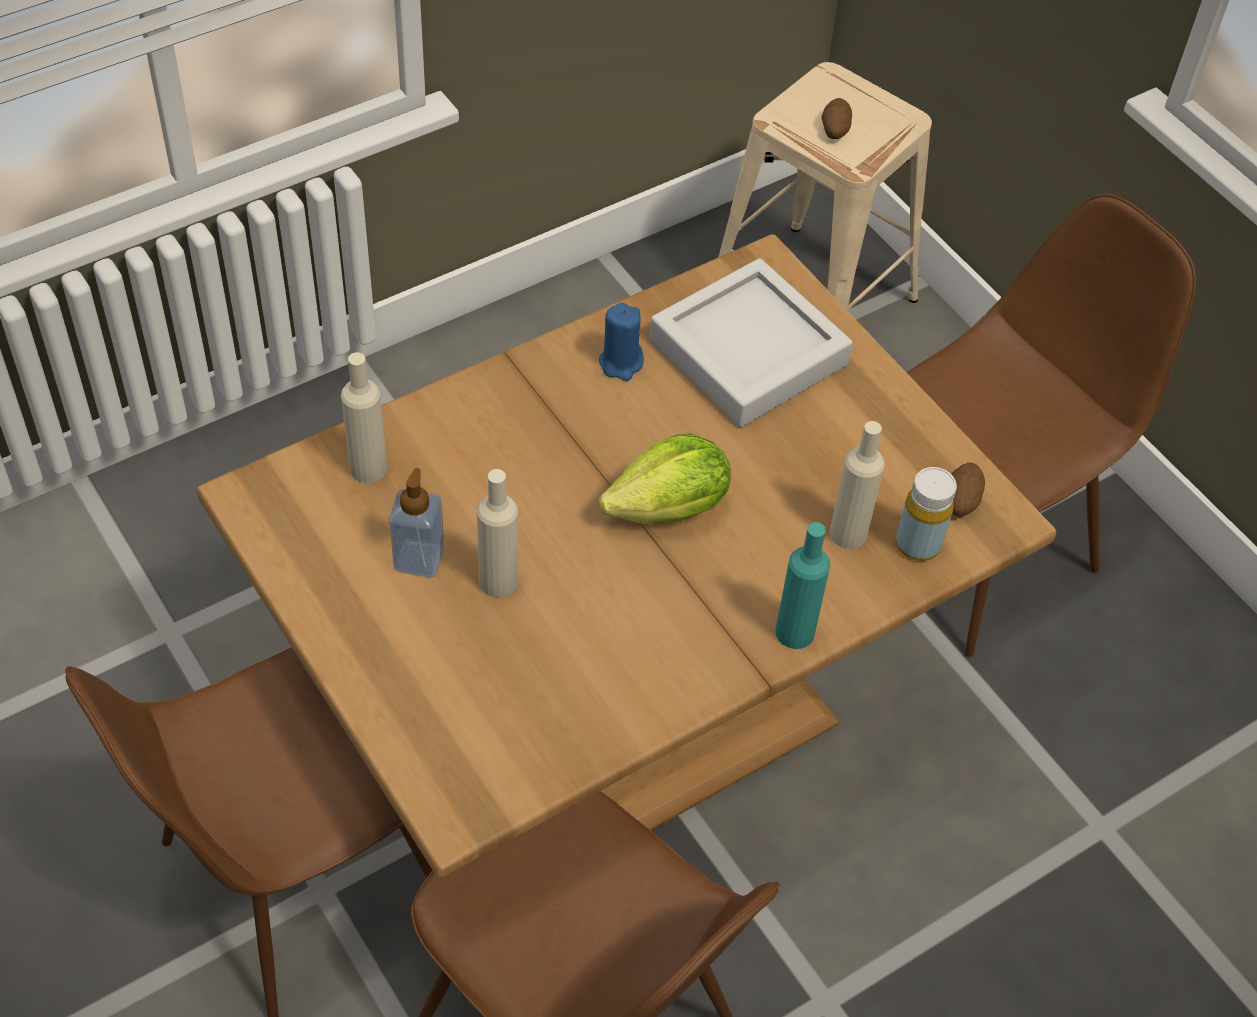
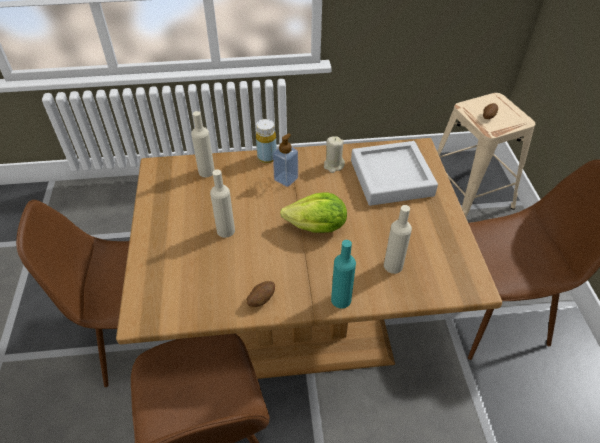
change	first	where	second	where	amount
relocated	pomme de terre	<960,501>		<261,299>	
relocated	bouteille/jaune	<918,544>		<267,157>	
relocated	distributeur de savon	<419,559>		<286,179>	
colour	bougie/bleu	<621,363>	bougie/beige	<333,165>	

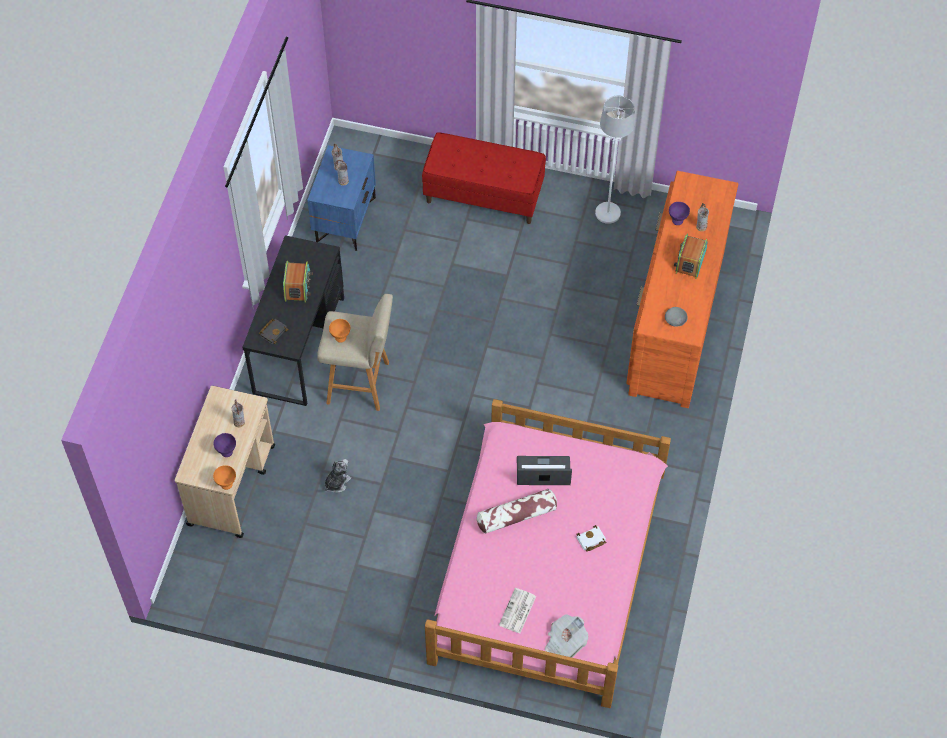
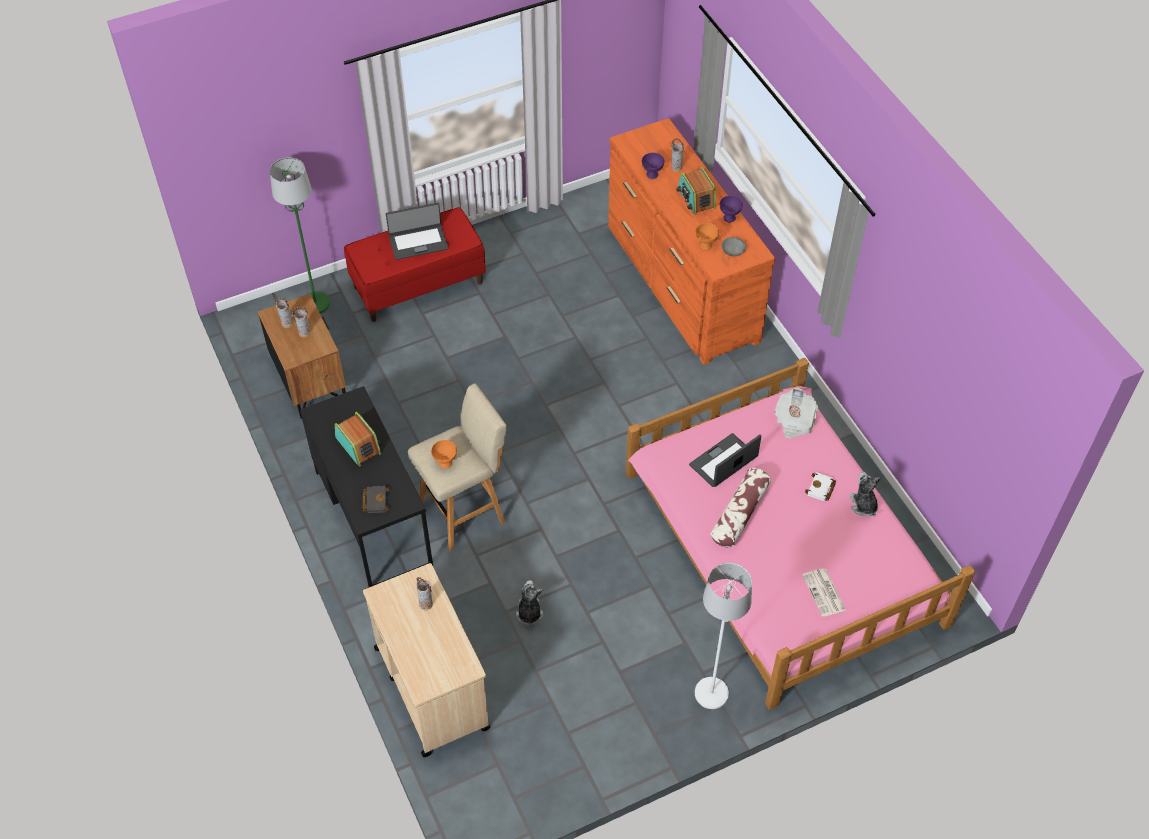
change	first	where	second	where	amount
colour	table de chevet/bleu	<345,219>	table de chevet/marron	<309,382>	
appeared			lampadaire/vert	<316,303>	
appeared			ordinateur portable	<418,242>	
relocated	lampadaire/blanc	<607,213>		<711,694>	
relocated	bol/orange	<226,484>		<705,245>	
relocated	bol/violet	<226,452>		<729,218>	
relocated	journal	<565,642>		<794,421>	
appeared			peluche	<863,505>	

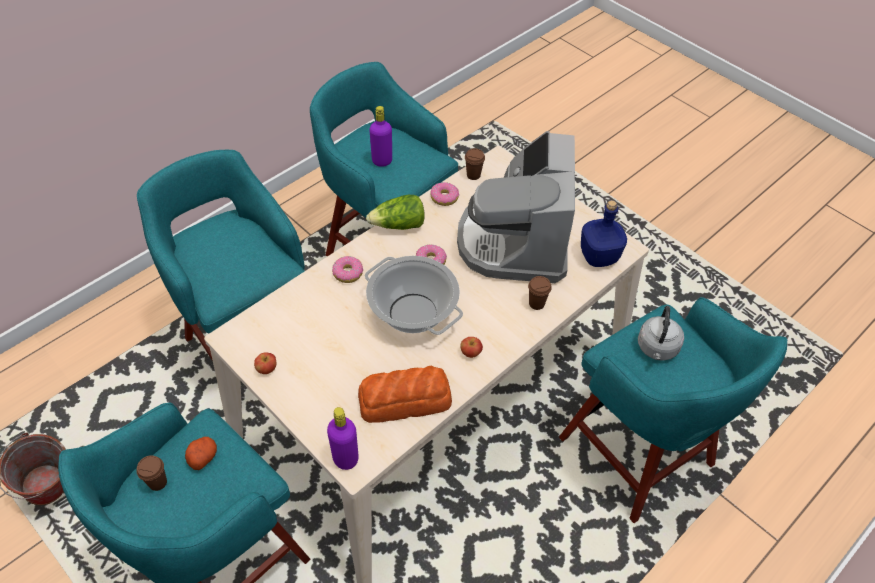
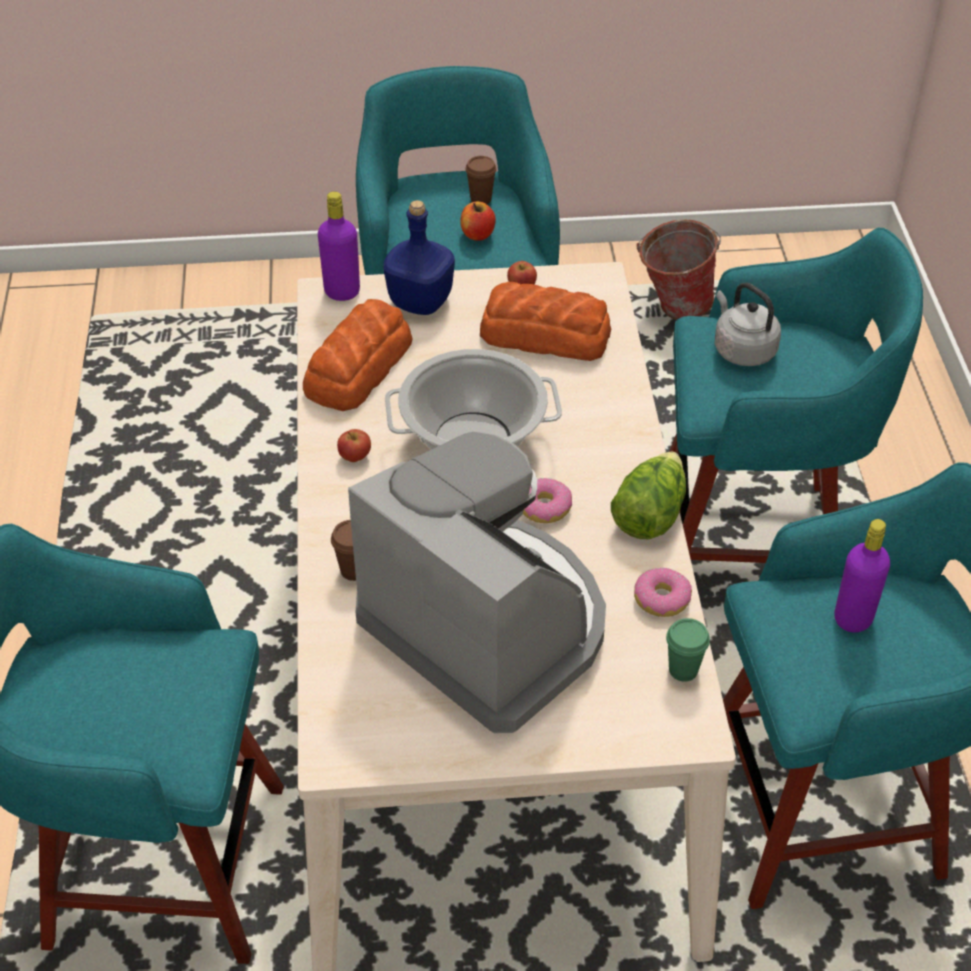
change	first	where	second	where	amount
relocated	bouteille/bleu	<598,256>		<421,302>	
exchanged	pomme de terre	<202,457>	pomme	<478,234>	
appeared			pain	<544,334>	
colour	tasse/marron	<473,175>	tasse/vert	<683,670>	
relocated	bouilloire/gris	<657,349>		<742,349>	
missing	beignet	<348,273>			

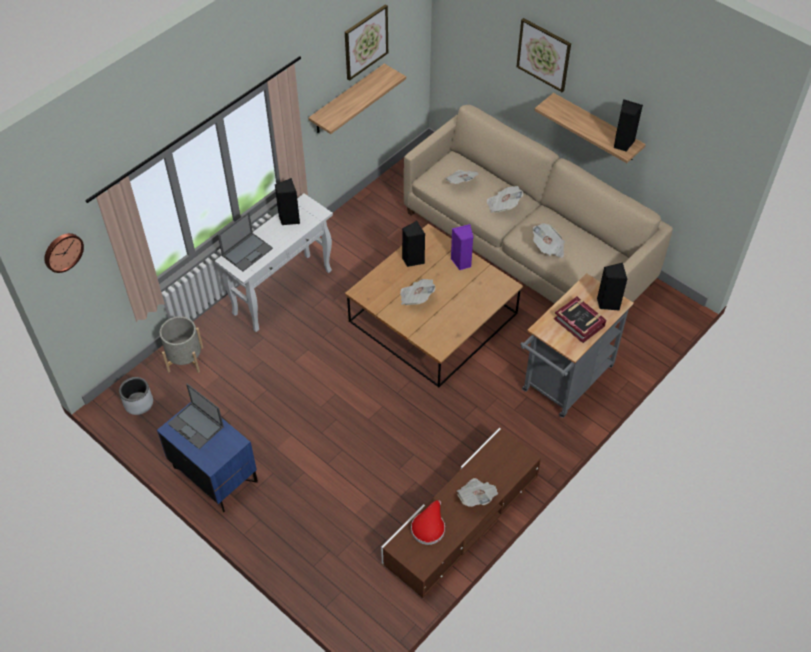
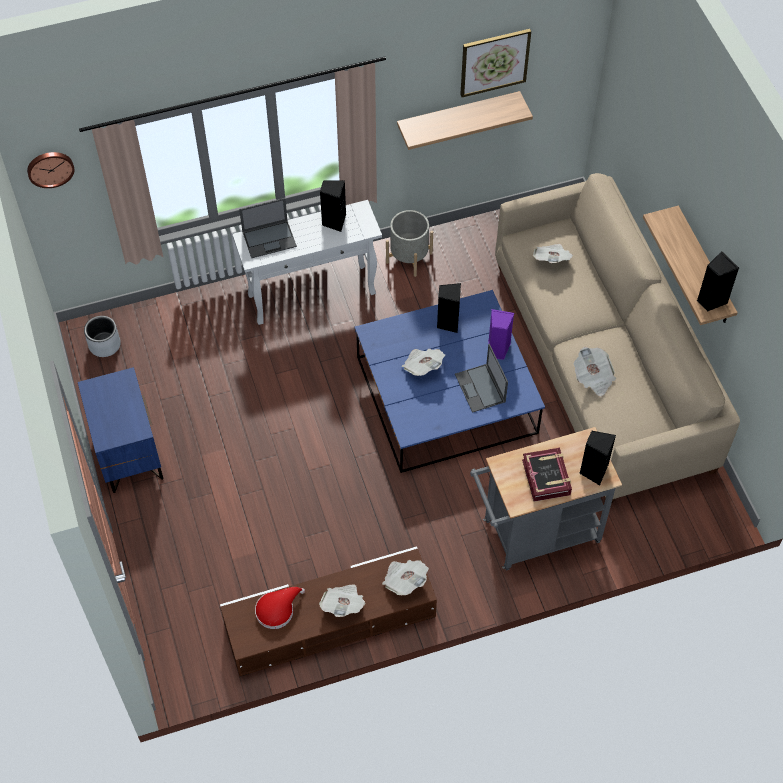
change	first	where	second	where	amount
colour	table basse/marron	<433,317>	table basse/bleu	<446,394>	
relocated	journal	<503,206>		<404,581>	
relocated	cache-pot/gris	<185,359>		<409,258>	
relocated	ordinateur portable	<196,425>		<480,388>	
missing	tableau	<544,54>			

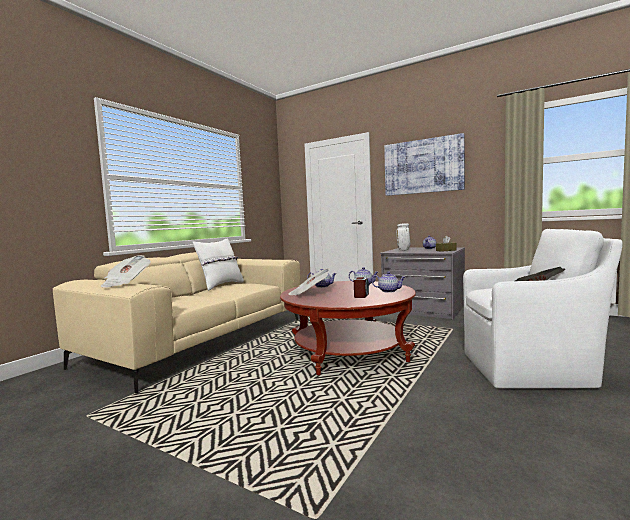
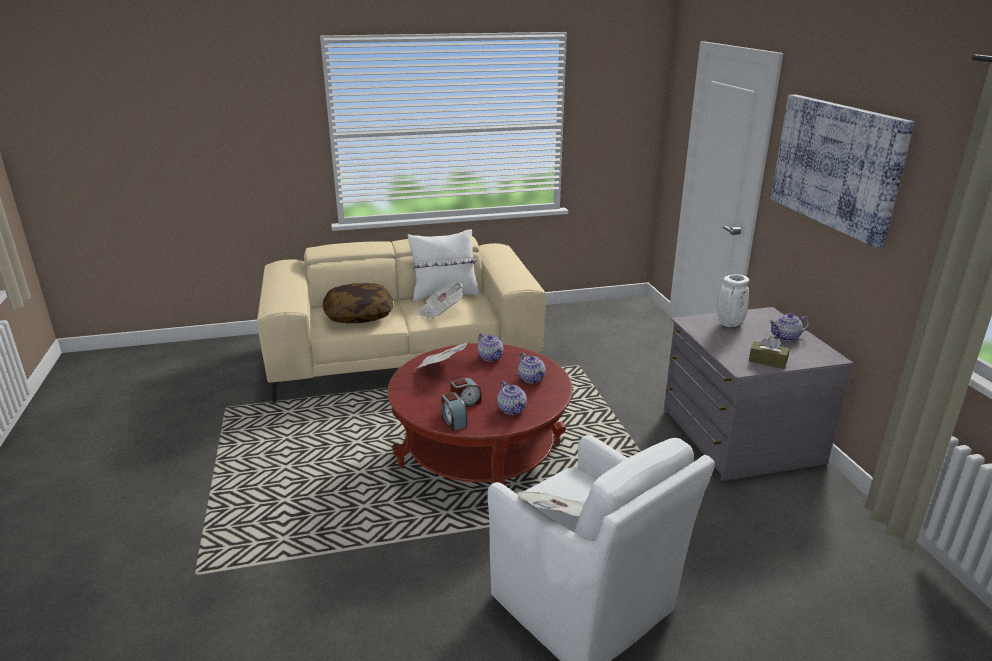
change	first	where	second	where	amount
appeared			coussin	<359,315>	
relocated	journal	<126,283>		<440,312>	
appeared			réveil	<453,421>	

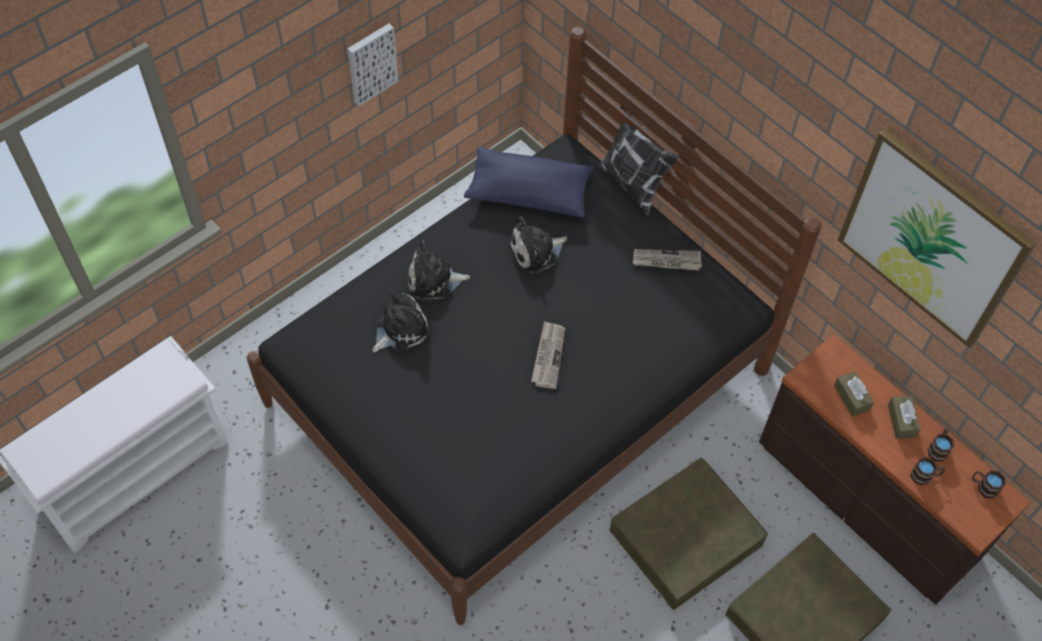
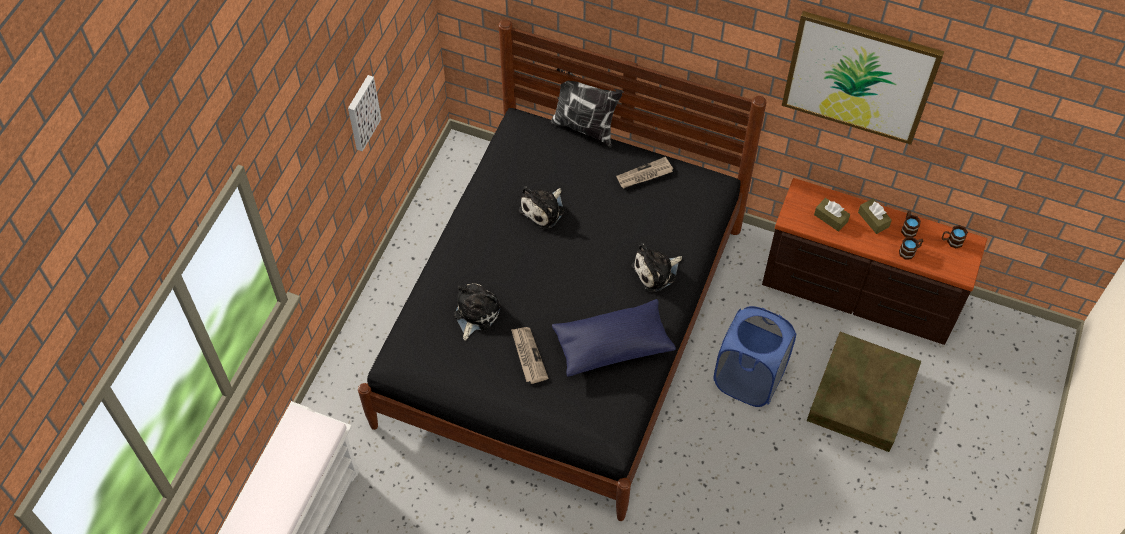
change	first	where	second	where	amount
relocated	journal	<548,356>		<528,355>	
relocated	coussin/bleu	<529,192>		<612,345>	
relocated	peluche	<434,280>		<656,272>	
exchanged	boîte de rangement/marron	<685,537>	panier à linge/bleu	<748,379>	

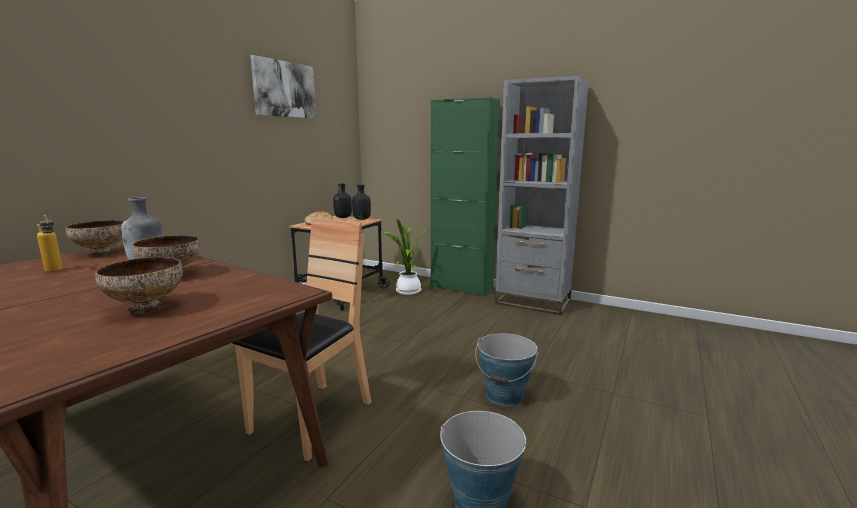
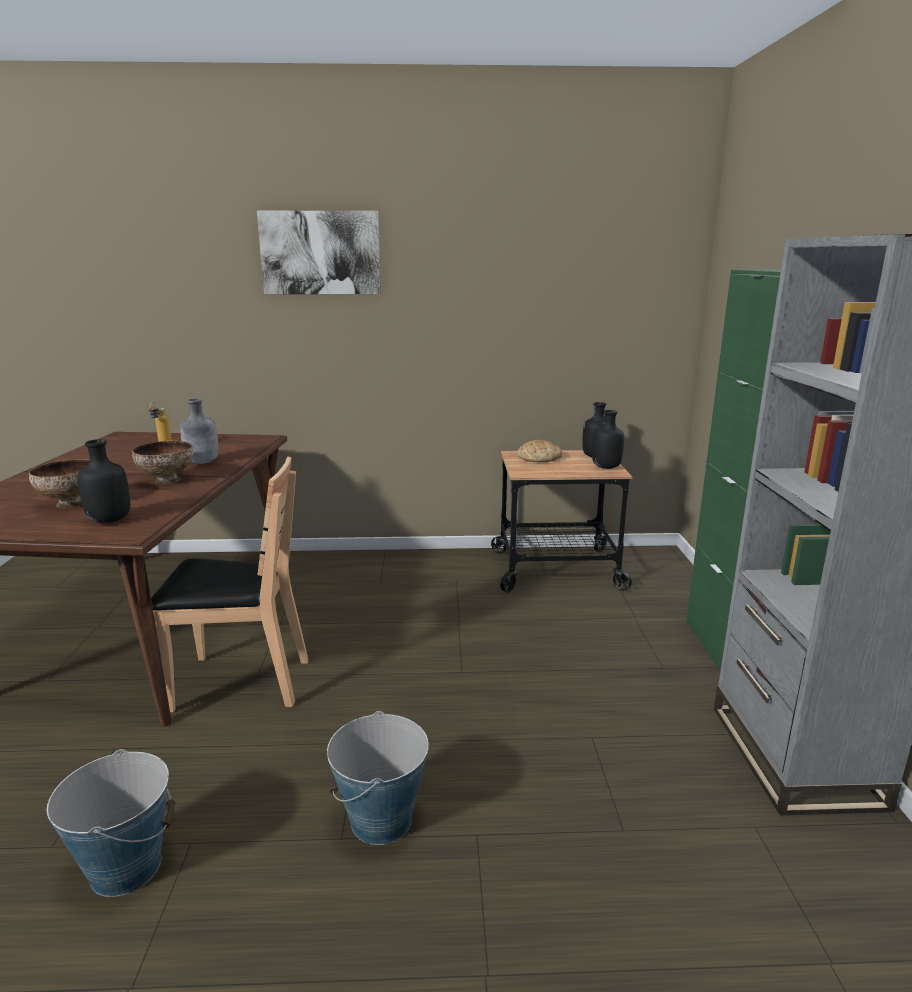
change	first	where	second	where	amount
appeared			bouteille/noir	<110,520>	
relocated	tableau	<284,89>		<321,253>	
missing	bol	<101,253>			
missing	plante en pot	<407,292>			

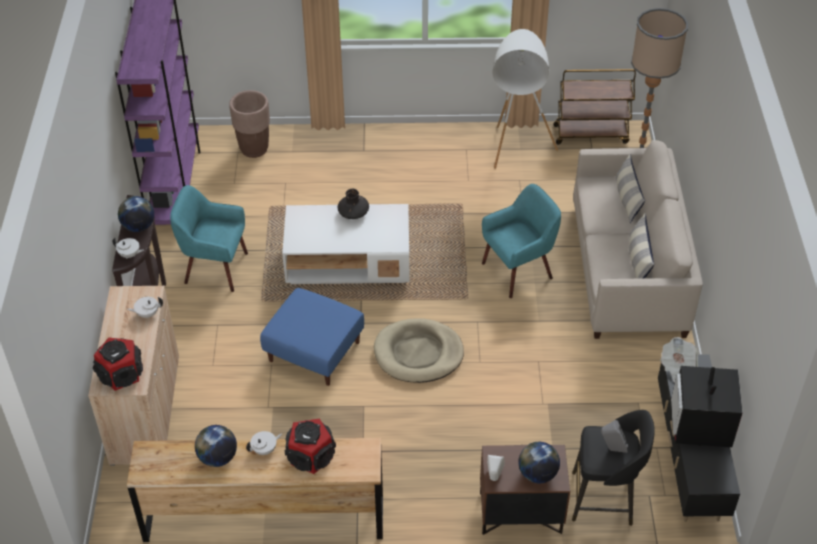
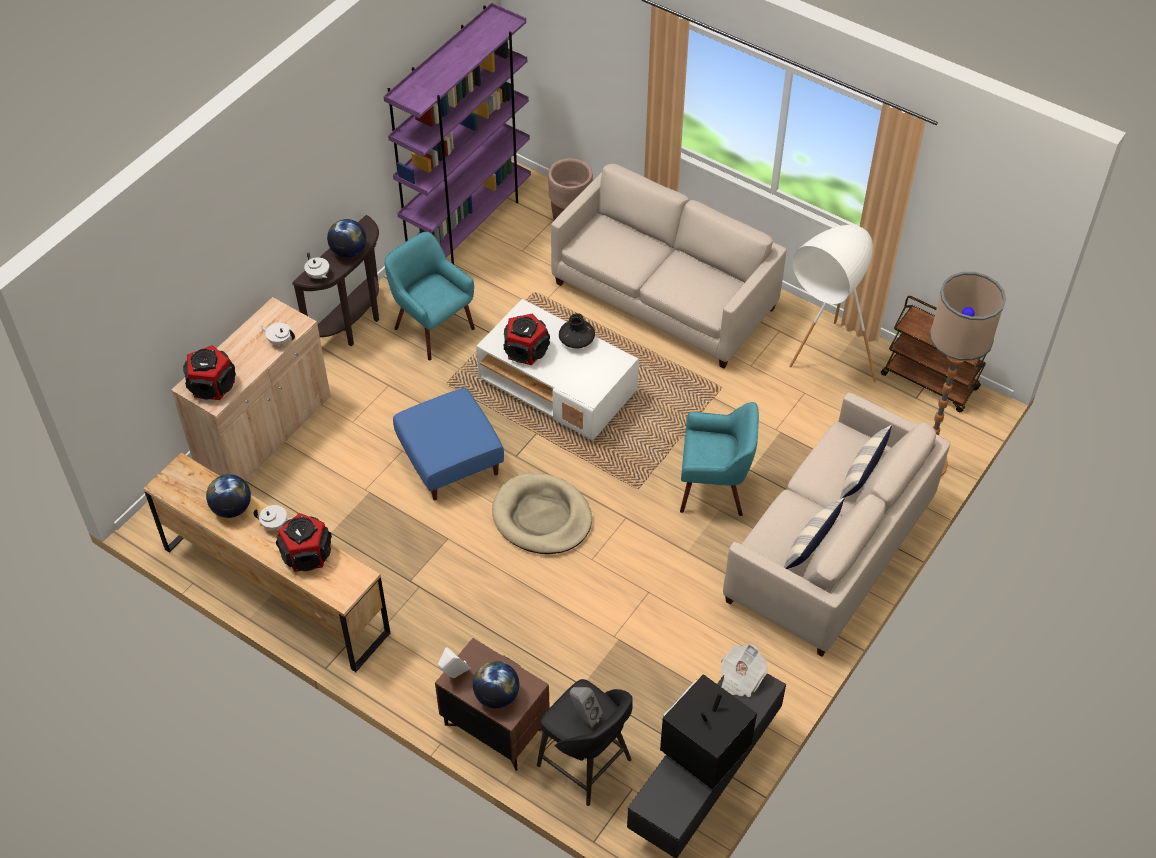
change	first	where	second	where	amount
appeared			enceinte	<526,350>	
appeared			canapé/beige	<664,296>	

